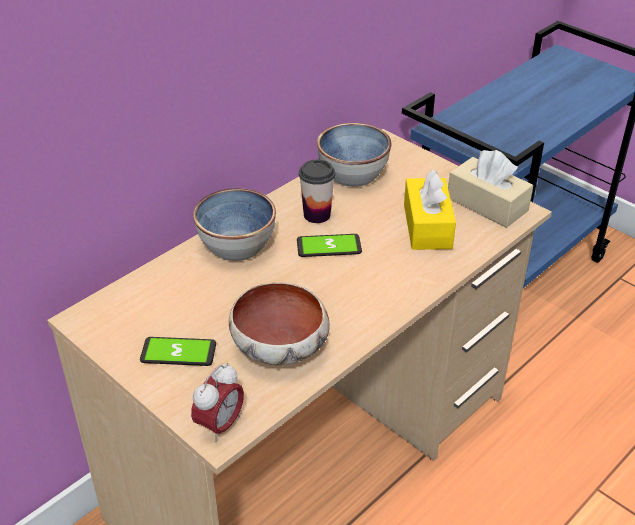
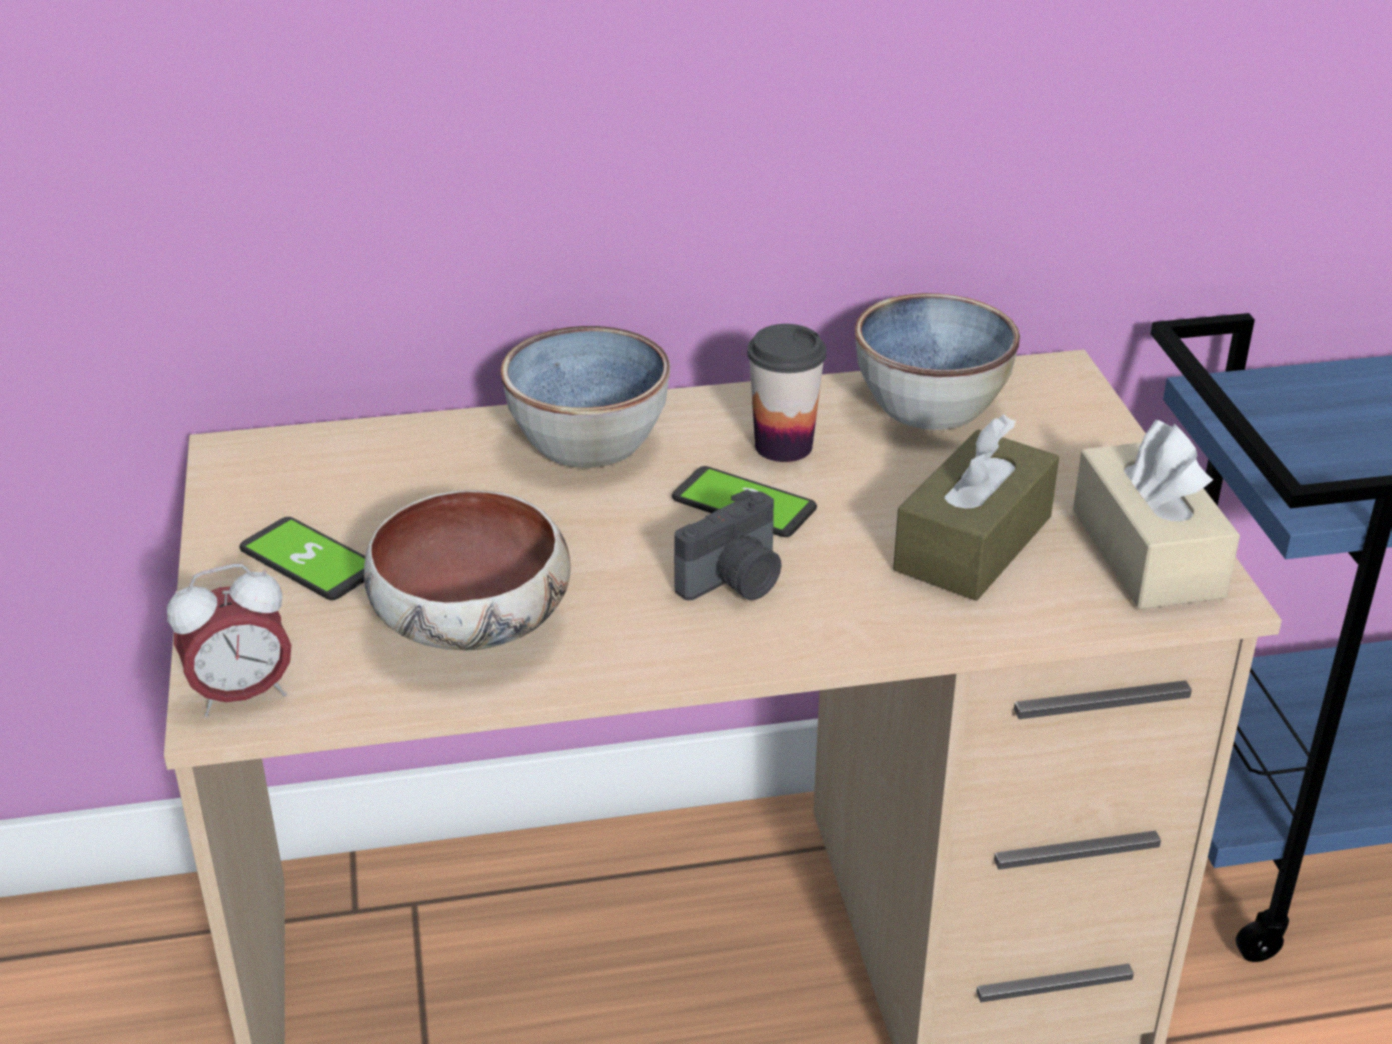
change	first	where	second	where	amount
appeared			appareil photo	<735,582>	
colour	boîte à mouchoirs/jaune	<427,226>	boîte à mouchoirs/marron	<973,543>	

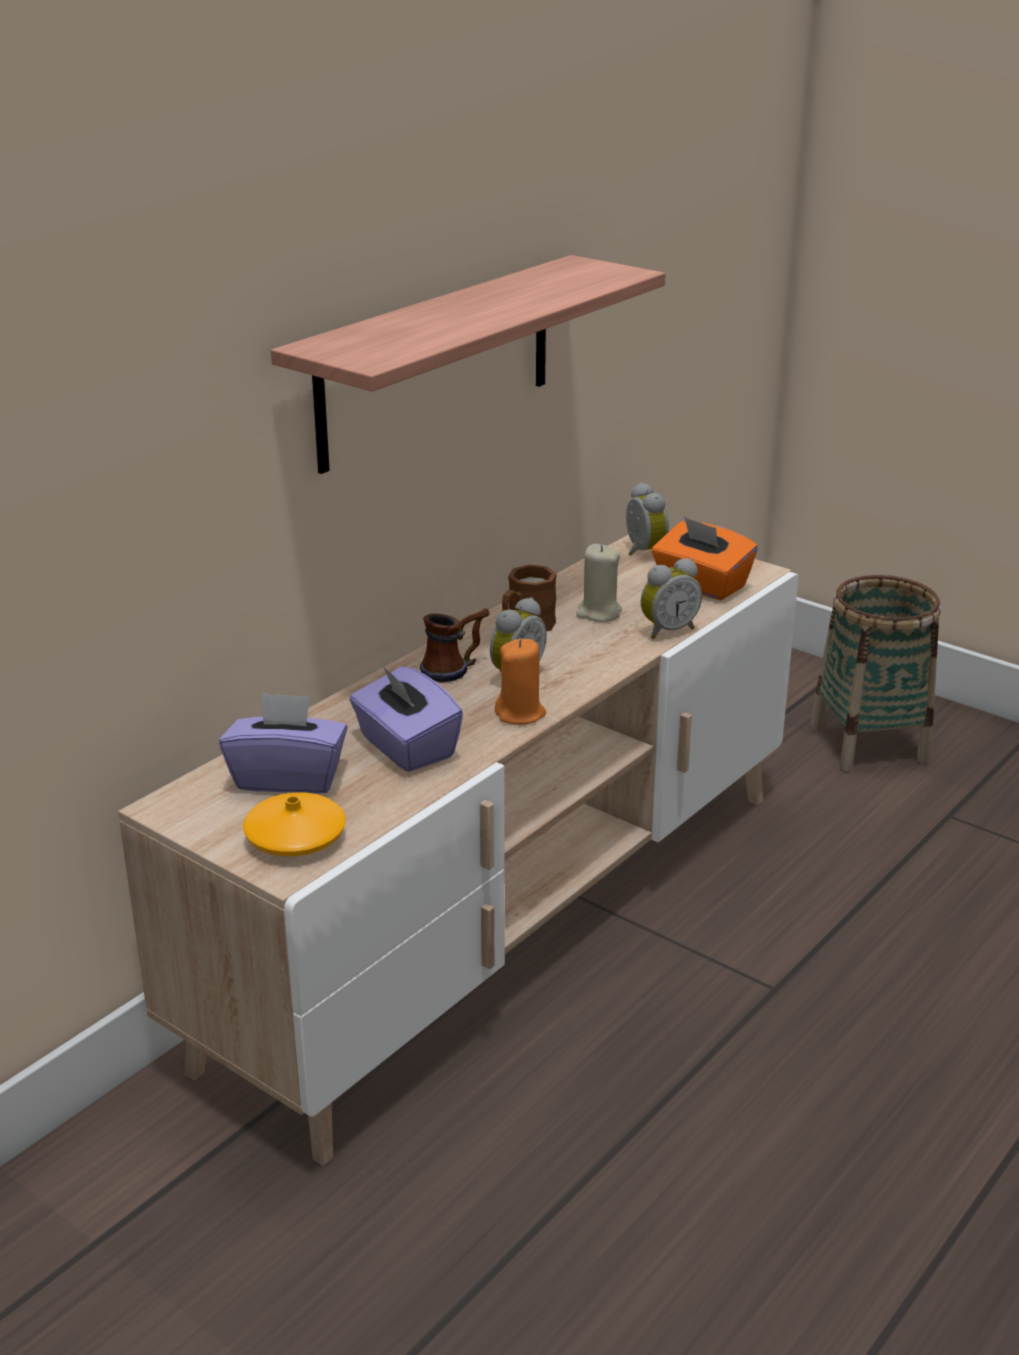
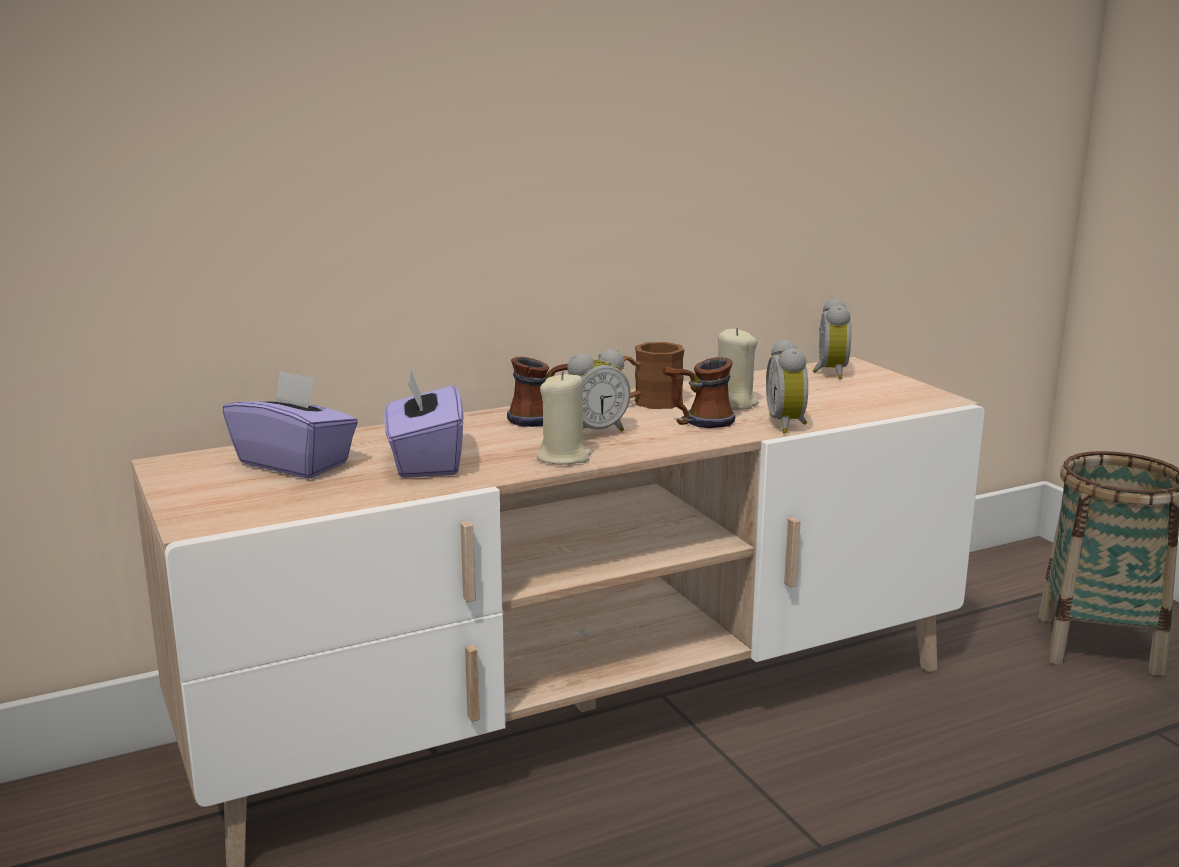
change	first	where	second	where	amount
colour	bougie/orange	<520,713>	bougie/beige	<564,457>	
appeared			mug	<698,423>	
spun	réveil	<667,630>		<788,425>	90 degrees clockwise
missing	vase/orange	<295,838>			
missing	étagère	<436,362>			
missing	boîte à mouchoirs/orange	<701,585>			

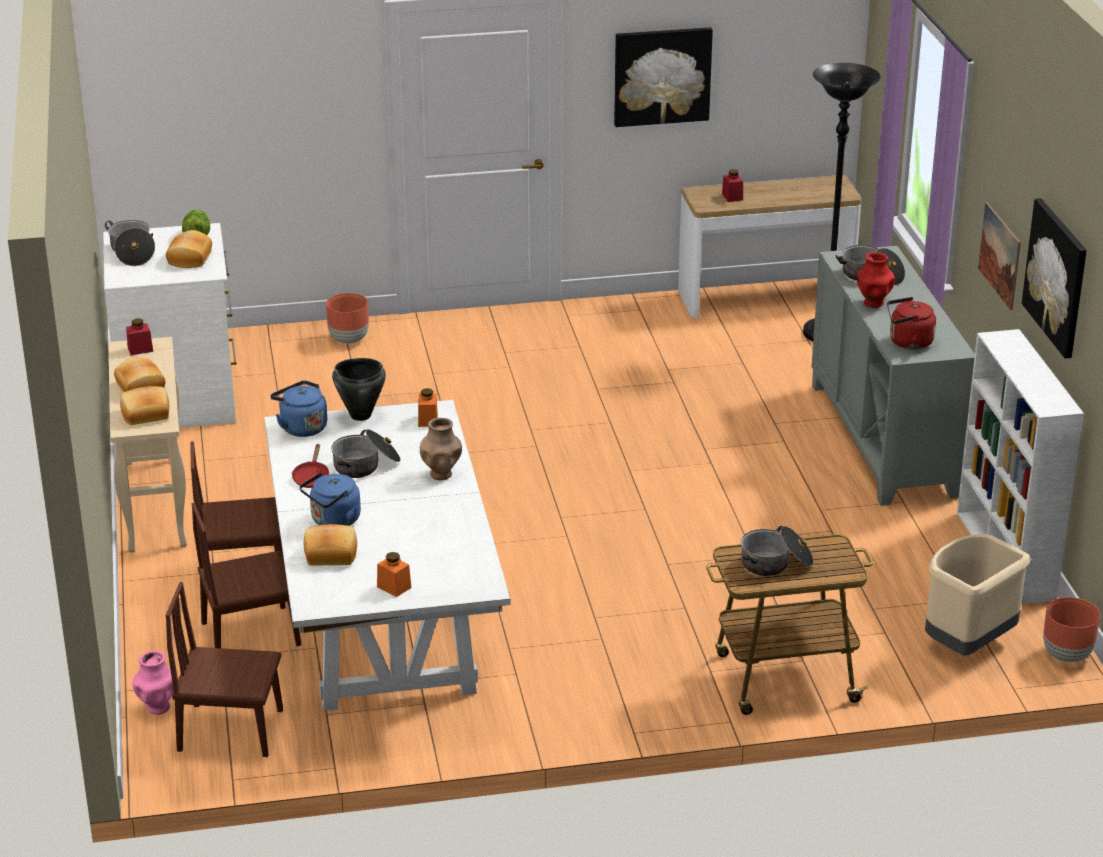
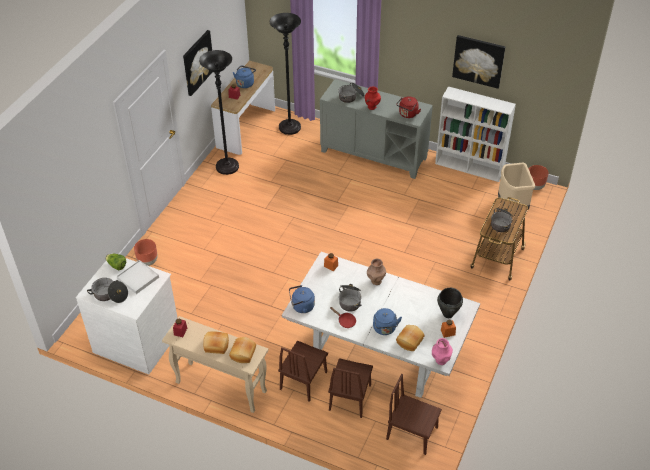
change	first	where	second	where	amount
exchanged	pain	<188,259>	plateau/blanc	<138,278>	
appeared			lampadaire/noir	<227,167>	
appeared			bouilloire/bleu	<245,83>	
spun	chaise/marron	<231,730>		<412,433>	75 degrees clockwise
relocated	vase/rose	<158,707>		<440,360>	
relocated	marmite/noir	<360,415>		<447,314>	
missing	tableau	<999,255>			

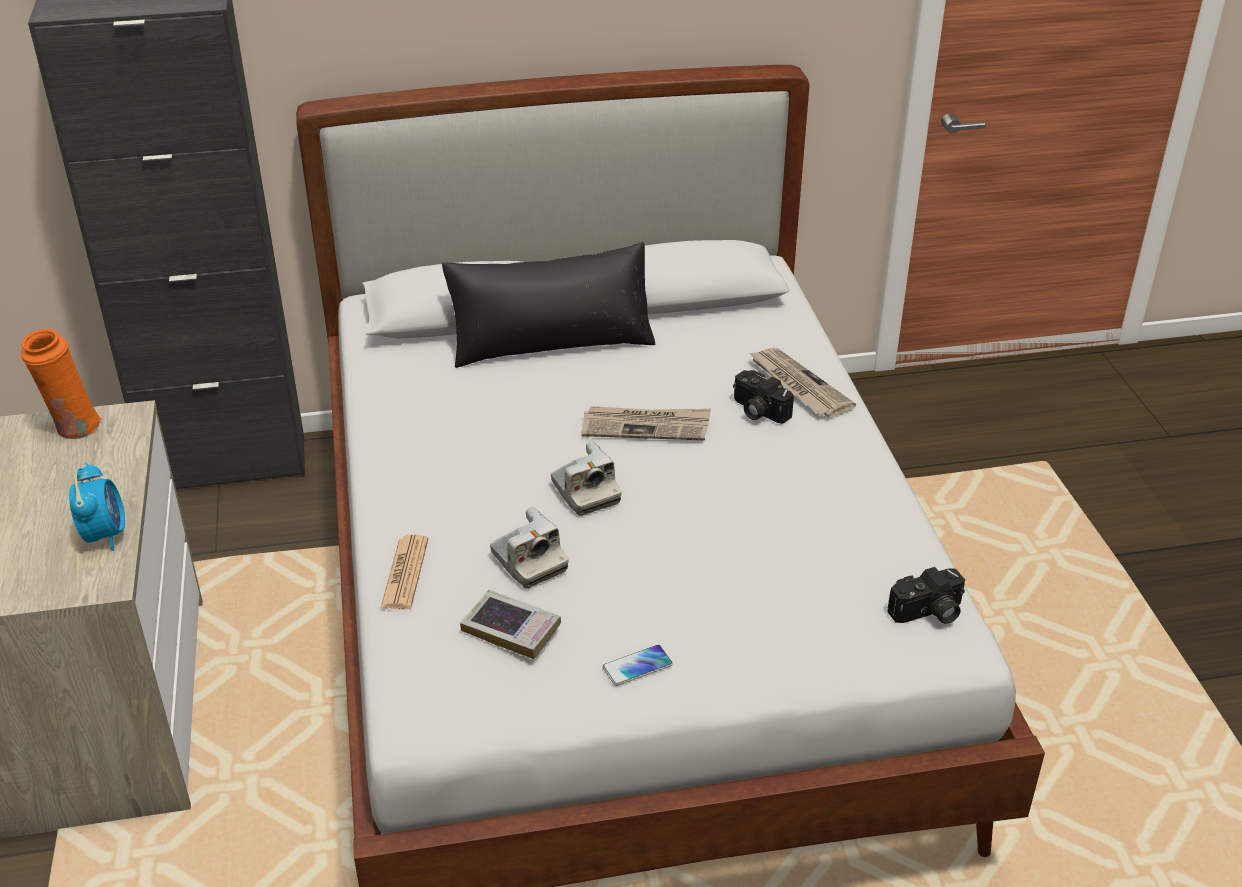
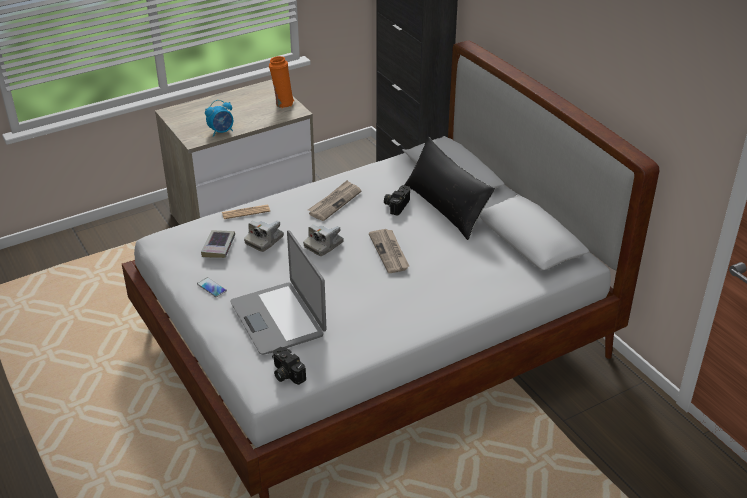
change	first	where	second	where	amount
appeared			ordinateur portable	<278,319>	
relocated	journal	<798,385>		<334,202>	
relocated	appareil photo	<757,411>		<396,205>	

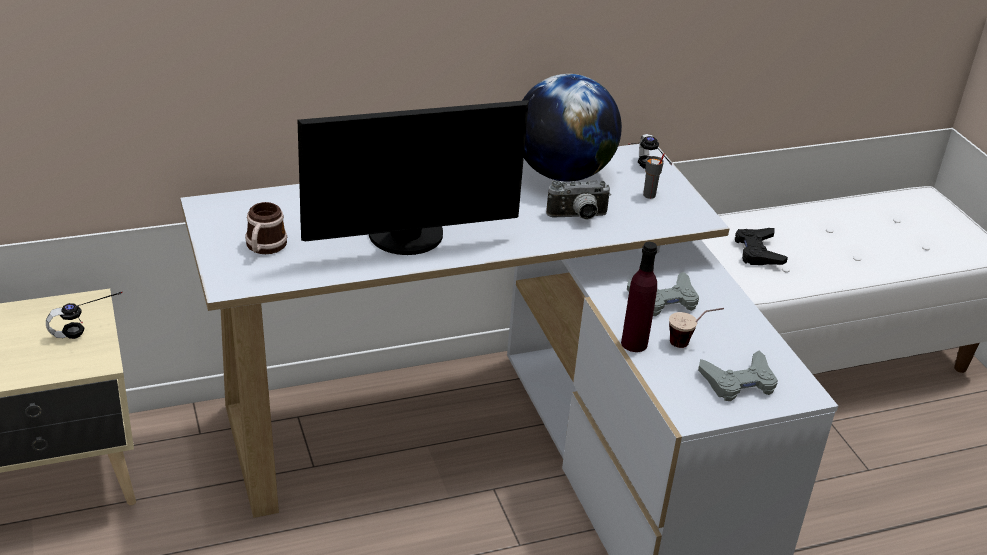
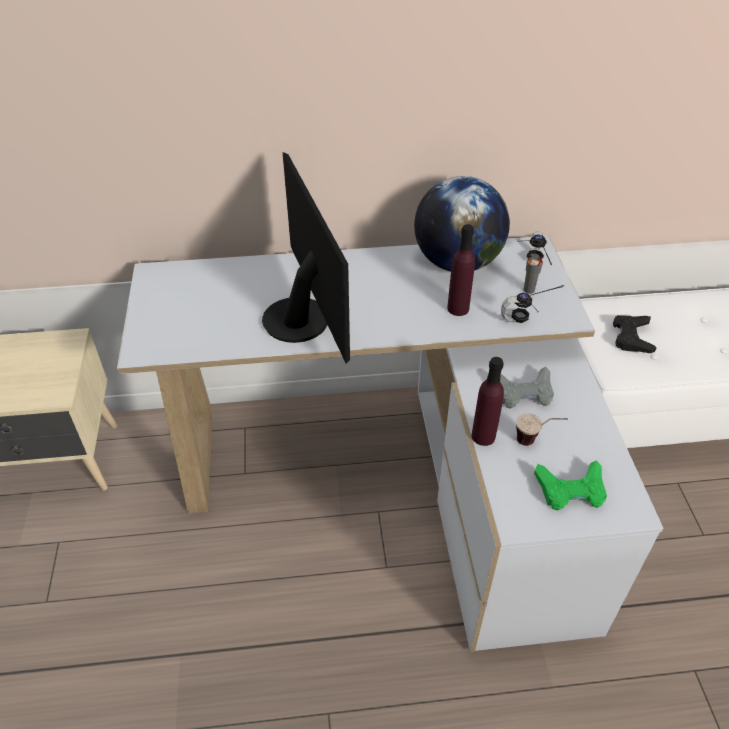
change	first	where	second	where	amount
spun	écran d'ordinateur	<408,238>		<303,318>	105 degrees counterclockwise
exchanged	appareil photo	<578,217>	bouteille/violet	<458,308>	
relocated	casque audio	<89,336>		<532,321>	
colour	manette/gris	<738,382>	manette/vert	<571,490>	
missing	mug	<264,247>			

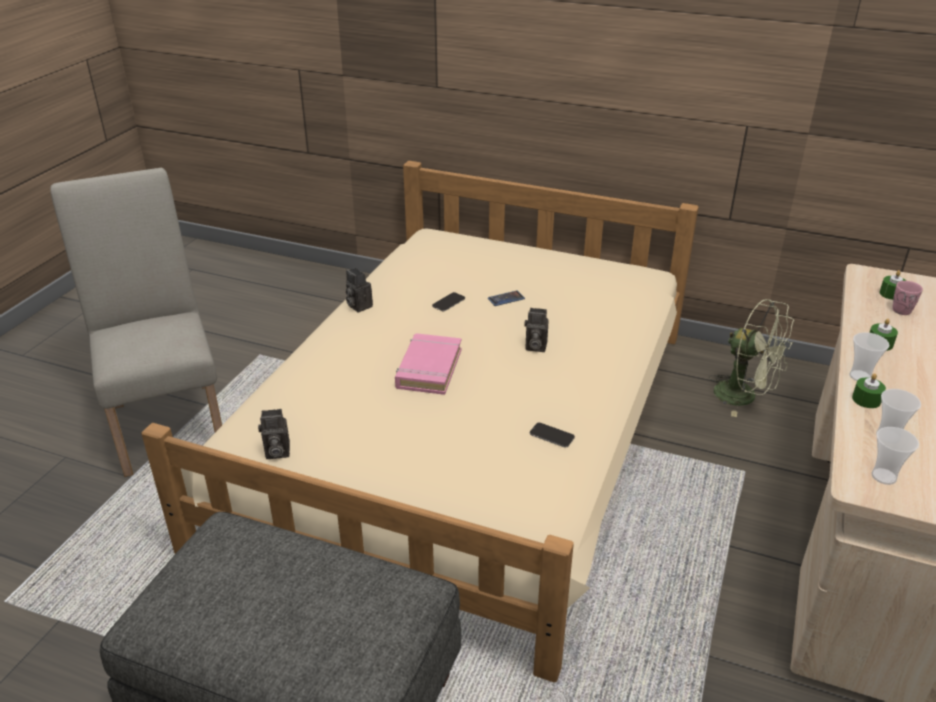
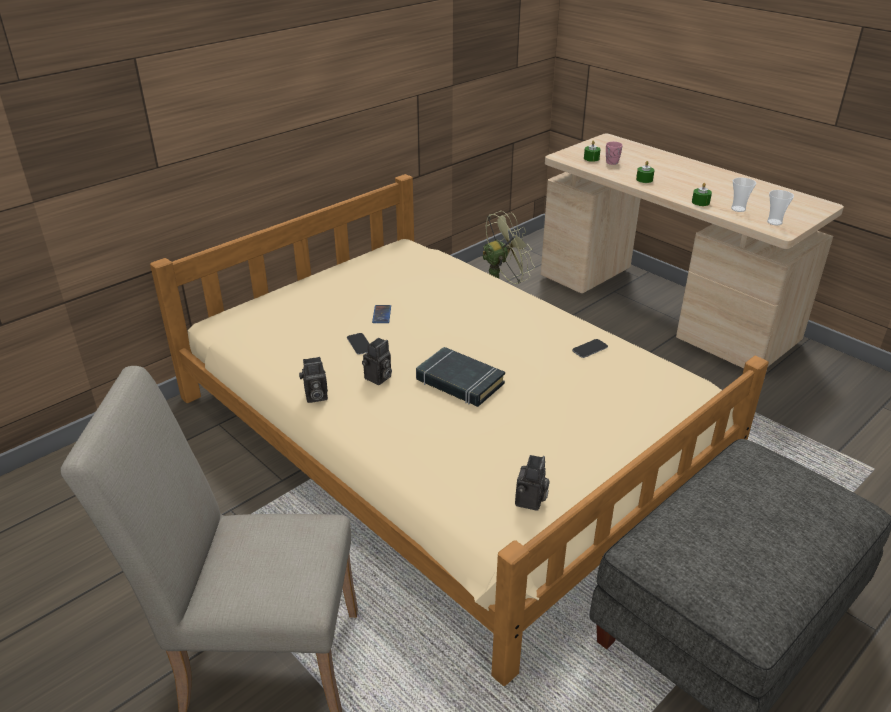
change	first	where	second	where	amount
relocated	appareil photo	<534,346>		<378,378>	
colour	livre/rose	<428,369>	livre/noir	<459,382>	
missing	tasse	<860,376>			

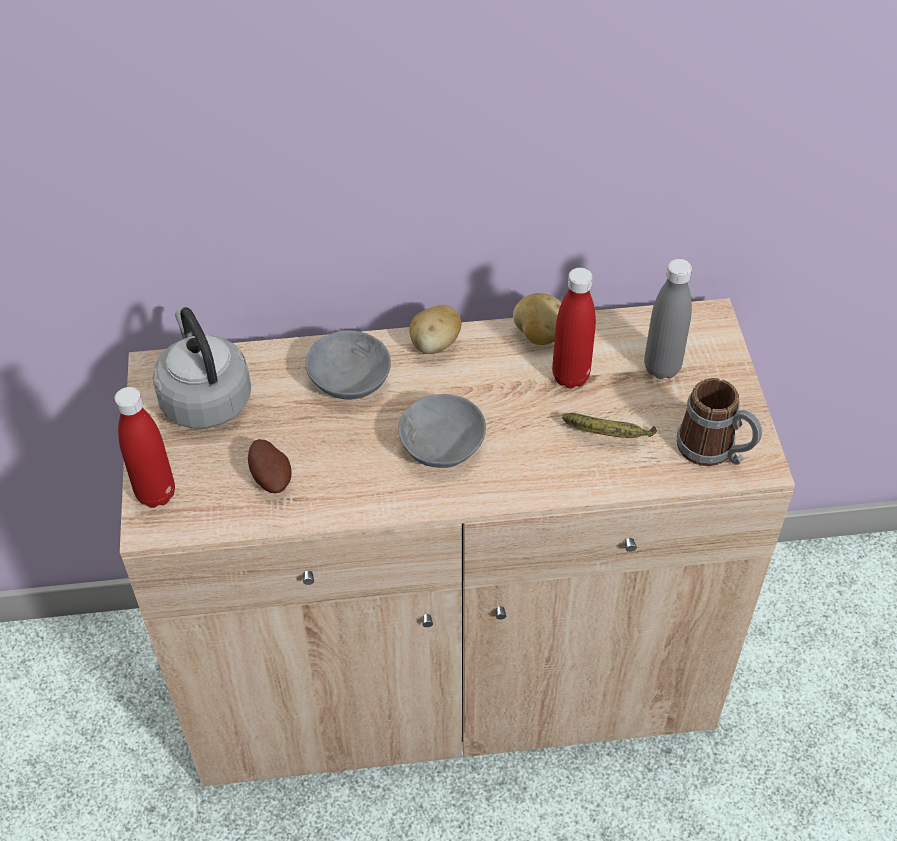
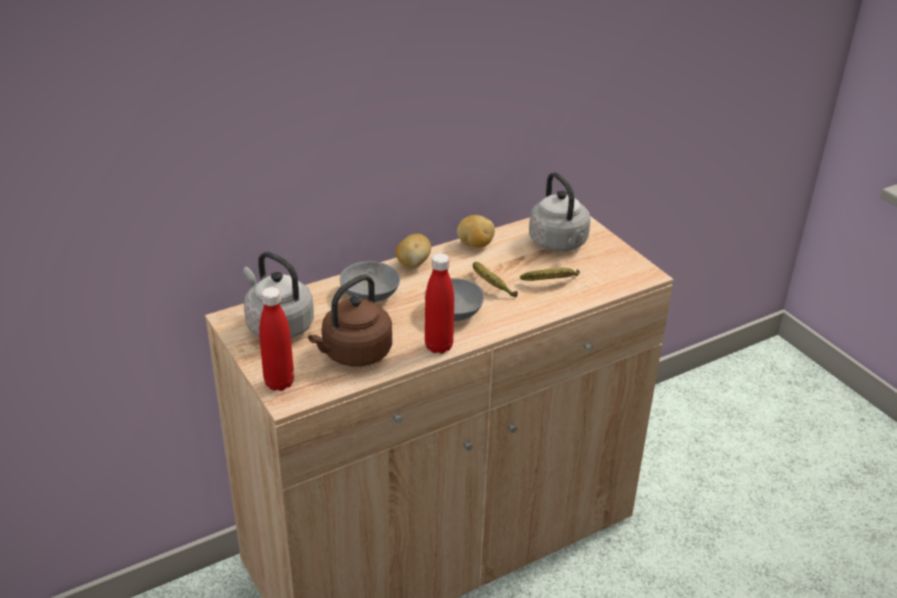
change	first	where	second	where	amount
exchanged	pomme de terre	<272,477>	bouilloire/marron	<354,354>	
relocated	bouteille/rouge	<570,376>		<438,346>	
appeared			banane	<490,285>	
exchanged	bouteille/gris	<662,368>	bouilloire/gris	<559,243>	
missing	mug	<714,451>			

